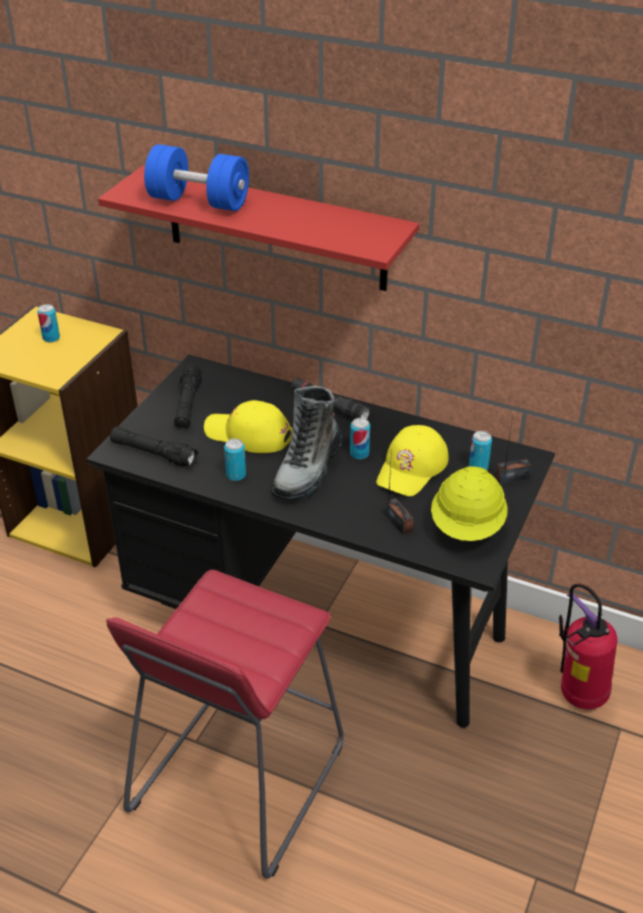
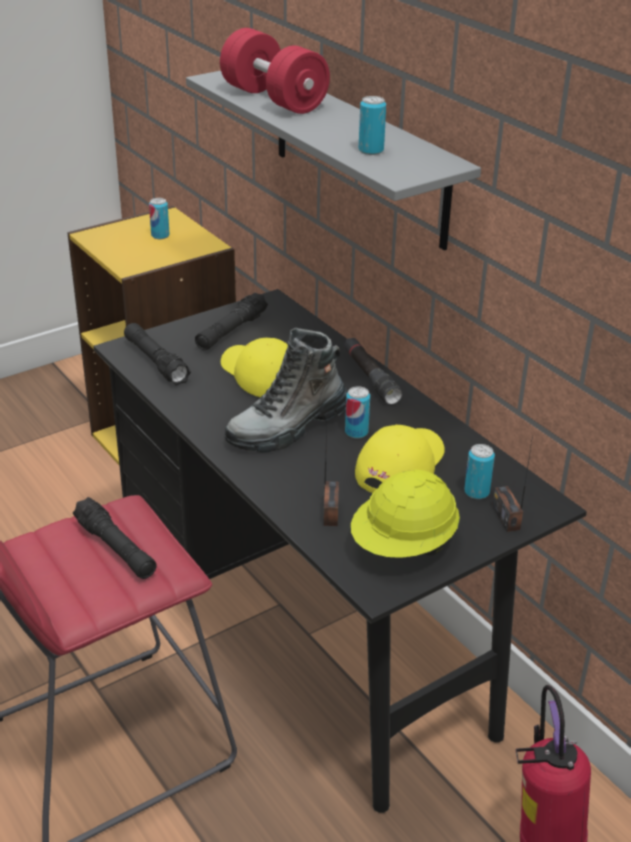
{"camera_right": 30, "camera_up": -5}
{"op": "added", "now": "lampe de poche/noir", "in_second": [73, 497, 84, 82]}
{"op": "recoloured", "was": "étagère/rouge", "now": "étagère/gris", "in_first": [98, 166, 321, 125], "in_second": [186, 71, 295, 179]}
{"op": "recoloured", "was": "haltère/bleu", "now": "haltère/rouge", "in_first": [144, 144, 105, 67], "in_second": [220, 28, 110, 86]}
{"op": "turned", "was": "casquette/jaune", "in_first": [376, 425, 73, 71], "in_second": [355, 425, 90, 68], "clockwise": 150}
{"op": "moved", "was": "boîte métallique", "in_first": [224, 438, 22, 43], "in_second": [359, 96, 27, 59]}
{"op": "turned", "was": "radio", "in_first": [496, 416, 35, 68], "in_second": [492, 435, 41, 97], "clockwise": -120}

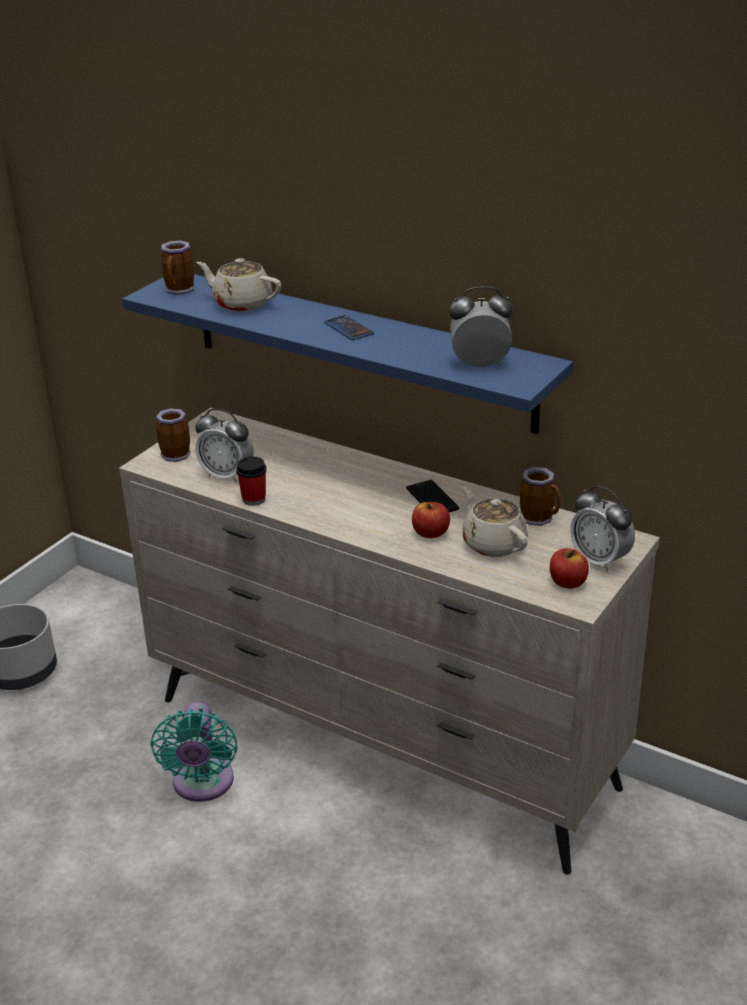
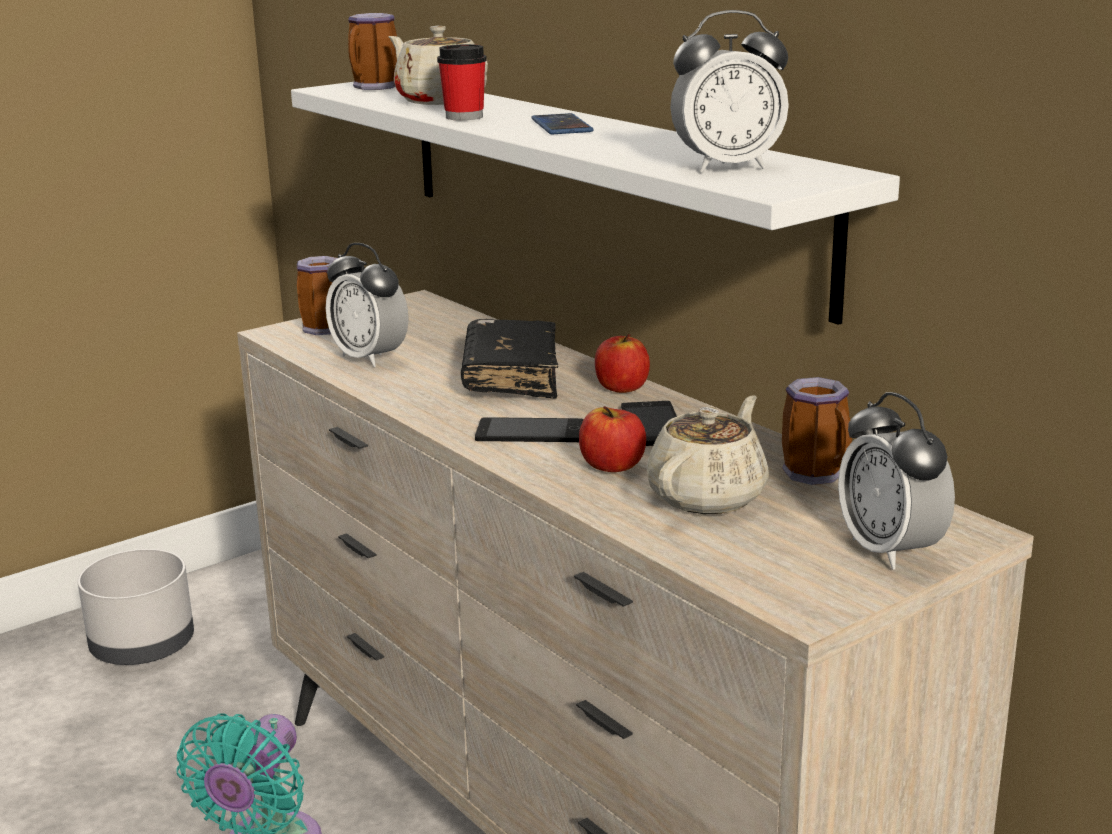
{"camera_right": 20, "camera_up": -10}
{"op": "recoloured", "was": "étagère/bleu", "now": "étagère/blanc", "in_first": [122, 274, 451, 160], "in_second": [291, 82, 609, 243]}
{"op": "moved", "was": "tasse", "in_first": [236, 456, 31, 50], "in_second": [437, 44, 50, 77]}
{"op": "added", "now": "livre/noir", "in_second": [461, 319, 97, 79]}
{"op": "added", "now": "téléphone", "in_second": [475, 417, 109, 25]}
{"op": "moved", "was": "pomme", "in_first": [550, 548, 39, 41], "in_second": [595, 334, 55, 59]}
{"op": "turned", "was": "théière/beige", "in_first": [462, 486, 66, 71], "in_second": [647, 395, 122, 119], "clockwise": 45}
{"op": "turned", "was": "réveil", "in_first": [449, 286, 64, 83], "in_second": [670, 10, 119, 163], "clockwise": 150}

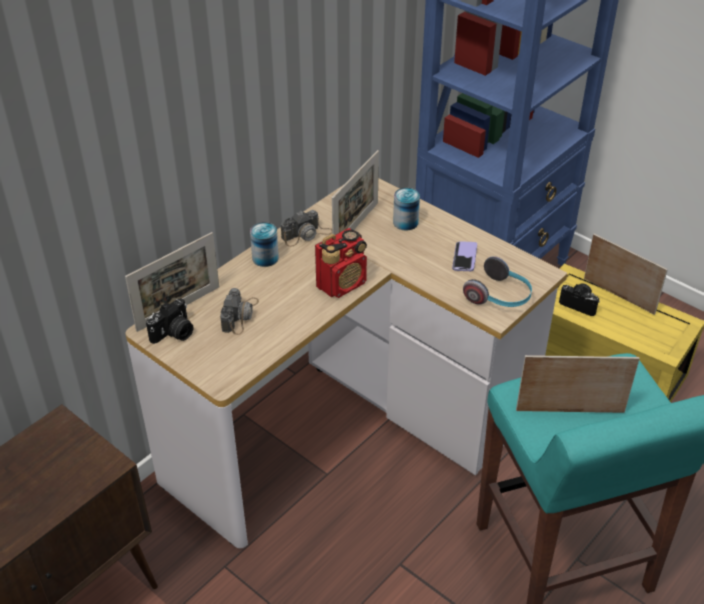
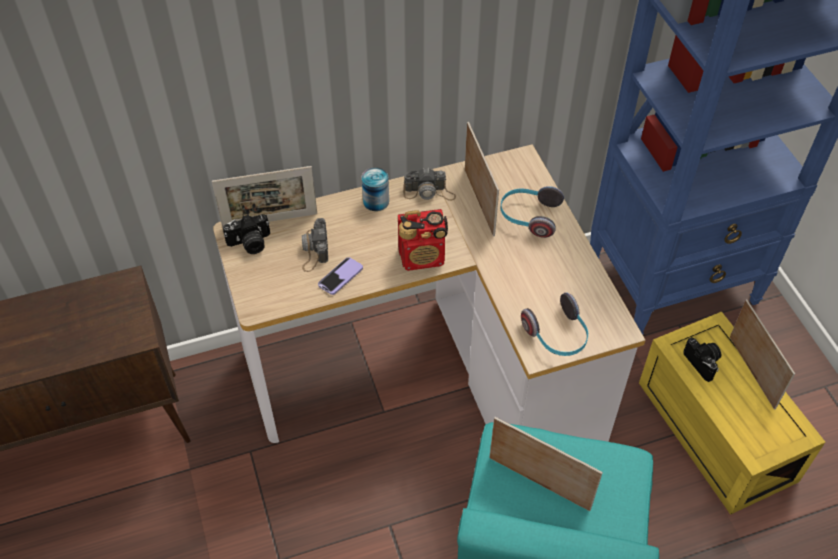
{"camera_right": 30, "camera_up": 10}
{"op": "turned", "was": "appareil photo", "in_first": [220, 288, 39, 47], "in_second": [302, 218, 26, 54], "clockwise": 135}
{"op": "moved", "was": "téléphone", "in_first": [452, 241, 25, 30], "in_second": [318, 257, 45, 38]}
{"op": "turned", "was": "cadre photo", "in_first": [332, 150, 47, 85], "in_second": [465, 122, 34, 115], "clockwise": -75}
{"op": "replaced", "was": "boîte métallique", "now": "casque audio", "in_first": [393, 188, 27, 43], "in_second": [500, 186, 64, 52]}

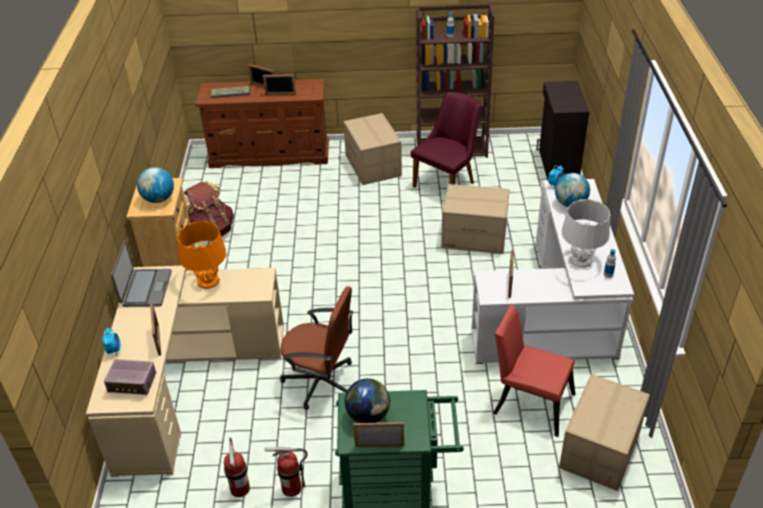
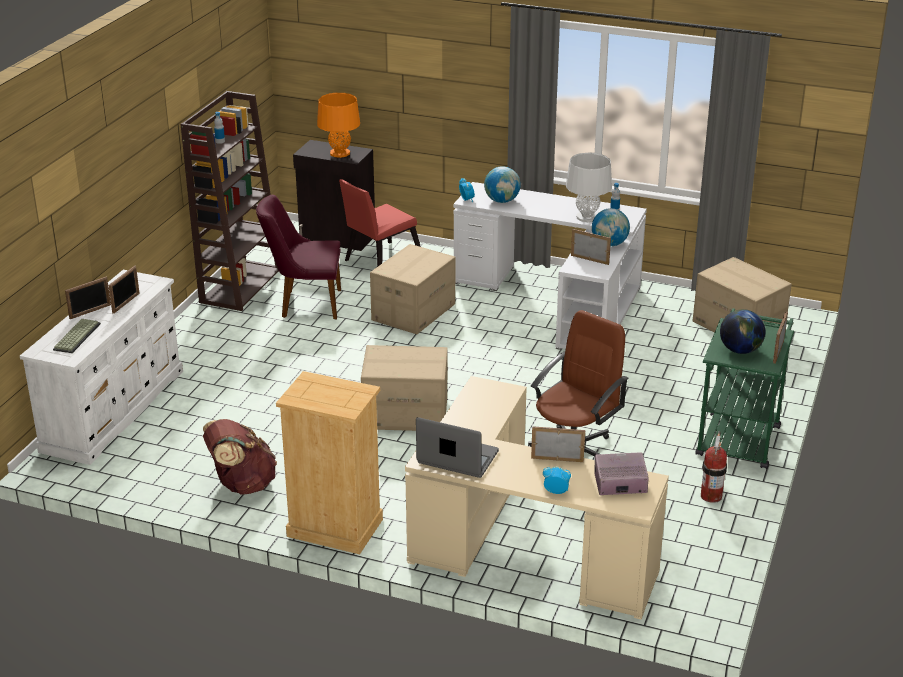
{"camera_right": -70, "camera_up": -10}
{"op": "recoloured", "was": "commode/marron", "now": "commode/blanc", "in_first": [195, 79, 134, 89], "in_second": [20, 270, 163, 195]}
{"op": "turned", "was": "chaise/violet", "in_first": [411, 92, 71, 96], "in_second": [256, 195, 85, 124], "clockwise": -60}
{"op": "moved", "was": "lampe de table/orange", "in_first": [177, 221, 49, 68], "in_second": [317, 93, 43, 65]}
{"op": "moved", "was": "chaise/rouge", "in_first": [493, 304, 82, 133], "in_second": [339, 179, 82, 88]}
{"op": "moved", "was": "carton", "in_first": [344, 113, 58, 72], "in_second": [361, 345, 87, 86]}
{"op": "moved", "was": "globe", "in_first": [137, 167, 37, 36], "in_second": [592, 208, 38, 38]}
{"op": "turned", "was": "radio", "in_first": [104, 359, 52, 36], "in_second": [594, 452, 55, 43], "clockwise": -120}
{"op": "removed", "was": "extincteur", "in_first": [224, 437, 26, 60]}

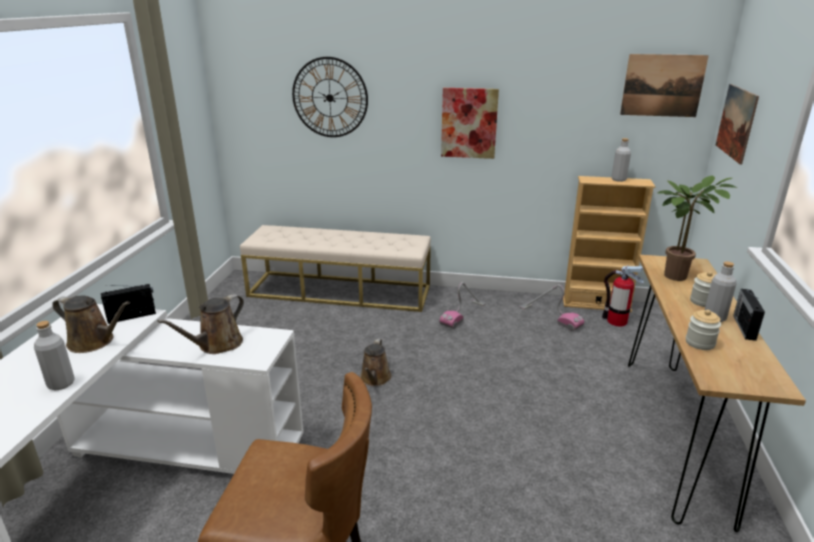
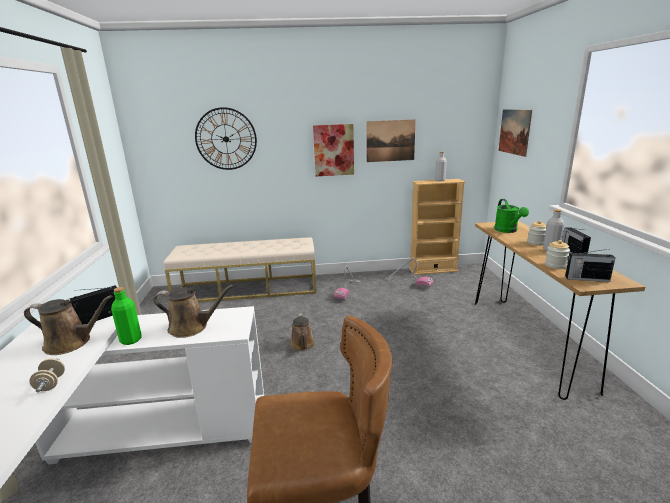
{"camera_right": -15, "camera_up": -5}
{"op": "replaced", "was": "bouteille/gris", "now": "haltère/beige", "in_first": [34, 321, 41, 70], "in_second": [30, 358, 35, 34]}
{"op": "added", "now": "bouteille/vert", "in_second": [111, 287, 31, 58]}
{"op": "turned", "was": "arrosoir/marron", "in_first": [157, 294, 87, 60], "in_second": [153, 285, 81, 53], "clockwise": -105}
{"op": "moved", "was": "tableau", "in_first": [620, 54, 89, 63], "in_second": [366, 119, 50, 43]}
{"op": "replaced", "was": "plante en pot", "now": "arrosoir/vert", "in_first": [658, 176, 80, 105], "in_second": [494, 199, 35, 34]}
{"op": "added", "now": "radio", "in_second": [565, 249, 50, 33]}
{"op": "removed", "was": "extincteur", "in_first": [602, 265, 42, 62]}

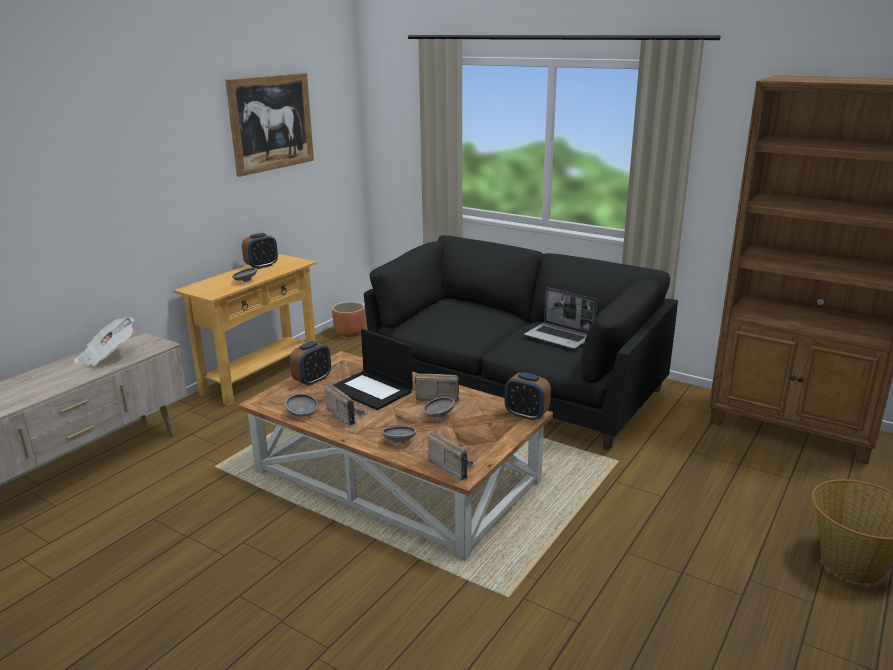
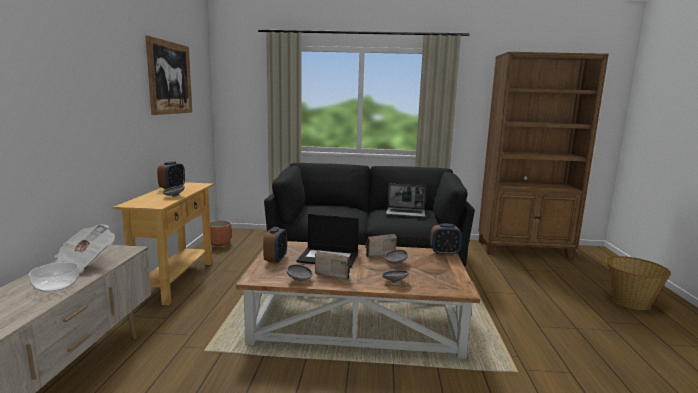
{"camera_right": -30, "camera_up": -10}
{"op": "added", "now": "bol", "in_second": [29, 262, 50, 30]}
{"op": "removed", "was": "radio", "in_first": [427, 431, 50, 50]}

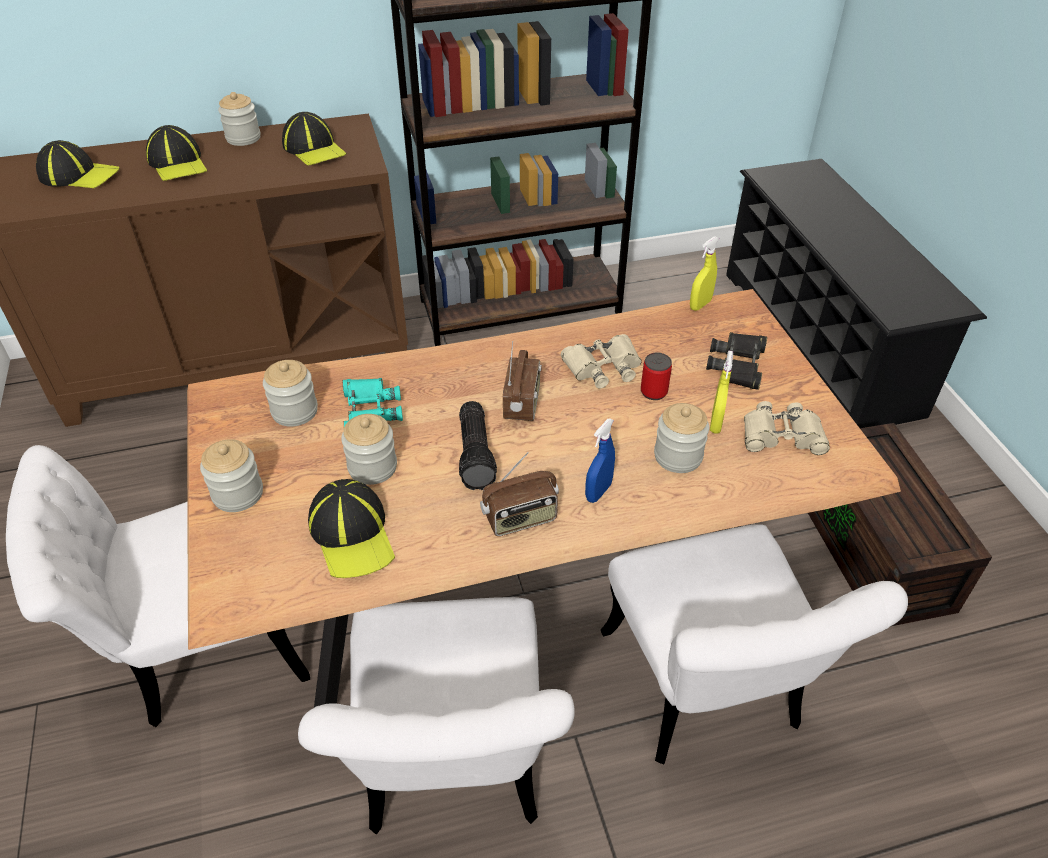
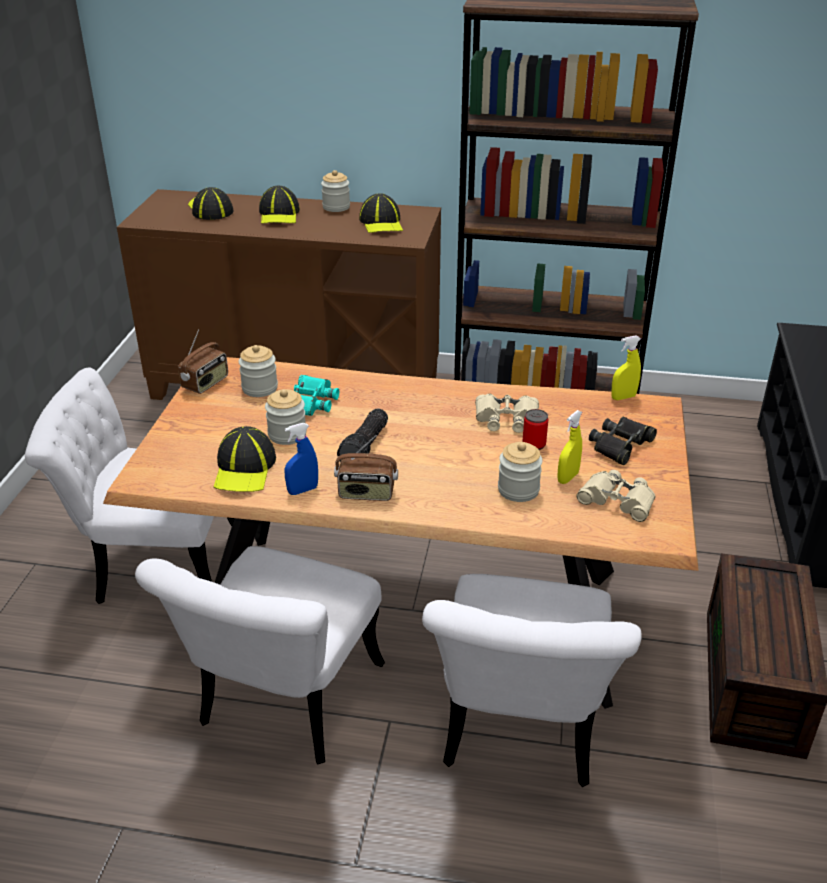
{"camera_right": 25, "camera_up": -10}
{"op": "moved", "was": "radio", "in_first": [503, 341, 39, 80], "in_second": [178, 330, 50, 64]}
{"op": "turned", "was": "casquette", "in_first": [36, 140, 84, 48], "in_second": [188, 187, 45, 33], "clockwise": -150}
{"op": "moved", "was": "vaporisateur/bleu", "in_first": [585, 418, 30, 85], "in_second": [284, 423, 34, 72]}
{"op": "removed", "was": "bocal", "in_first": [200, 439, 63, 73]}

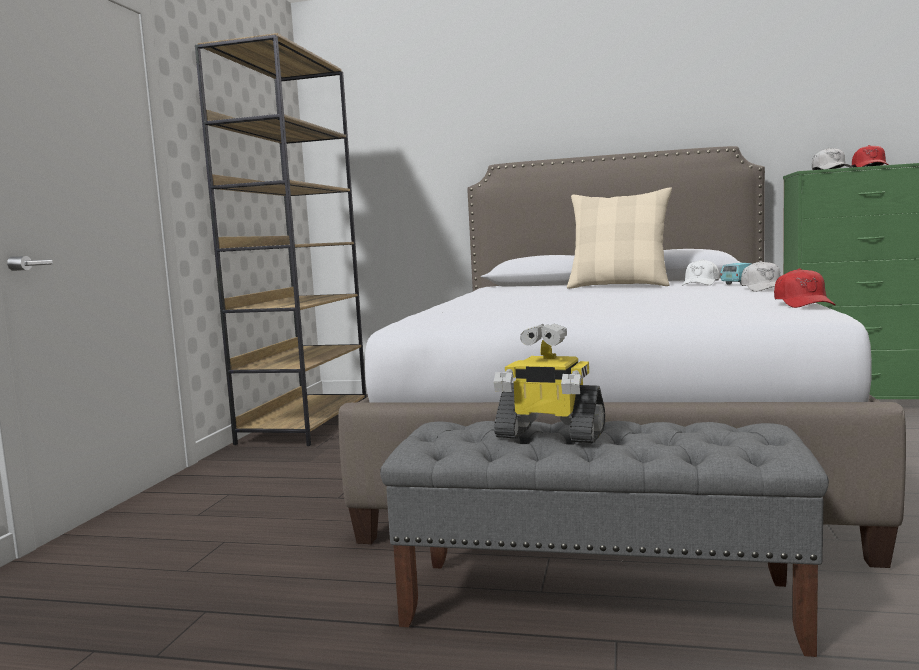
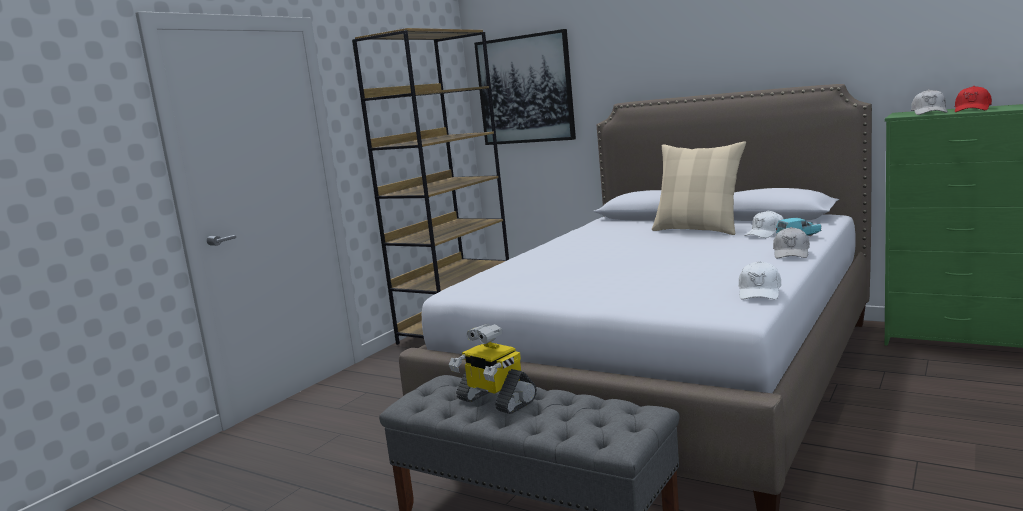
{"camera_right": 20, "camera_up": 5}
{"op": "added", "now": "tableau", "in_second": [474, 29, 102, 116]}
{"op": "recoloured", "was": "casquette/rouge", "now": "casquette/blanc", "in_first": [774, 268, 62, 40], "in_second": [738, 261, 43, 39]}

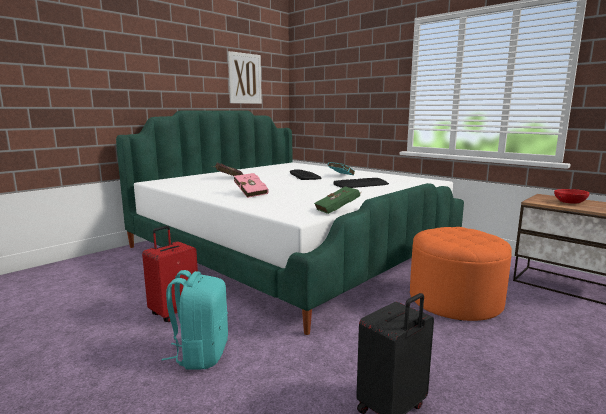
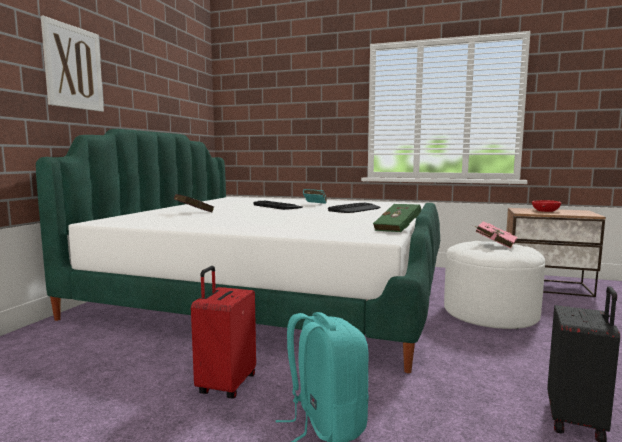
{"camera_right": -25, "camera_up": -5}
{"op": "moved", "was": "tableau", "in_first": [228, 51, 34, 53], "in_second": [41, 16, 63, 96]}
{"op": "recoloured", "was": "pouf/orange", "now": "pouf/blanc", "in_first": [410, 227, 102, 94], "in_second": [444, 241, 101, 88]}
{"op": "moved", "was": "livre/rose", "in_first": [234, 173, 35, 25], "in_second": [473, 221, 44, 28]}

